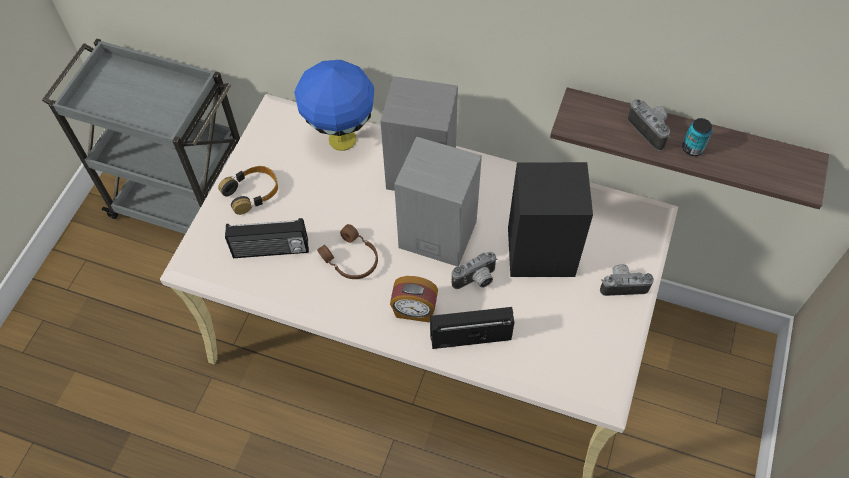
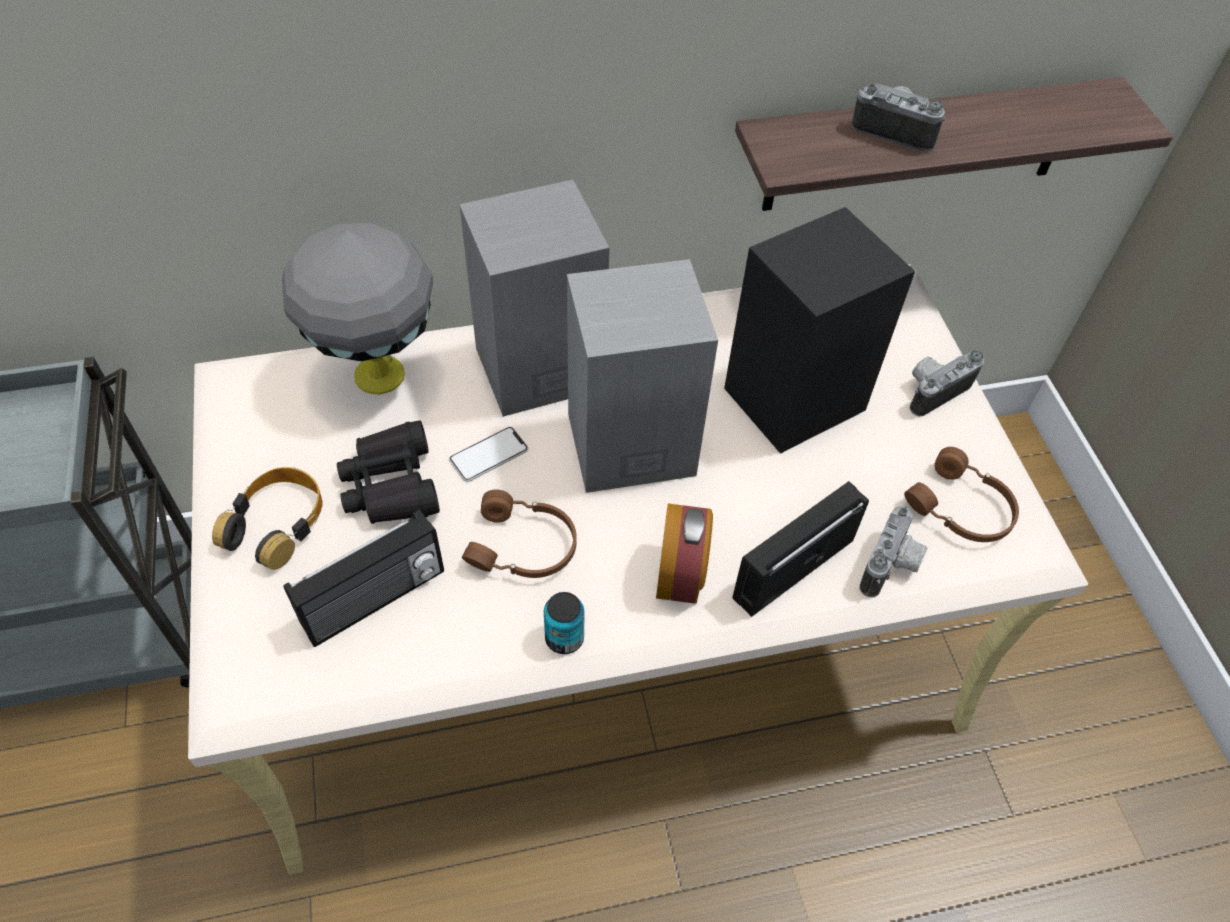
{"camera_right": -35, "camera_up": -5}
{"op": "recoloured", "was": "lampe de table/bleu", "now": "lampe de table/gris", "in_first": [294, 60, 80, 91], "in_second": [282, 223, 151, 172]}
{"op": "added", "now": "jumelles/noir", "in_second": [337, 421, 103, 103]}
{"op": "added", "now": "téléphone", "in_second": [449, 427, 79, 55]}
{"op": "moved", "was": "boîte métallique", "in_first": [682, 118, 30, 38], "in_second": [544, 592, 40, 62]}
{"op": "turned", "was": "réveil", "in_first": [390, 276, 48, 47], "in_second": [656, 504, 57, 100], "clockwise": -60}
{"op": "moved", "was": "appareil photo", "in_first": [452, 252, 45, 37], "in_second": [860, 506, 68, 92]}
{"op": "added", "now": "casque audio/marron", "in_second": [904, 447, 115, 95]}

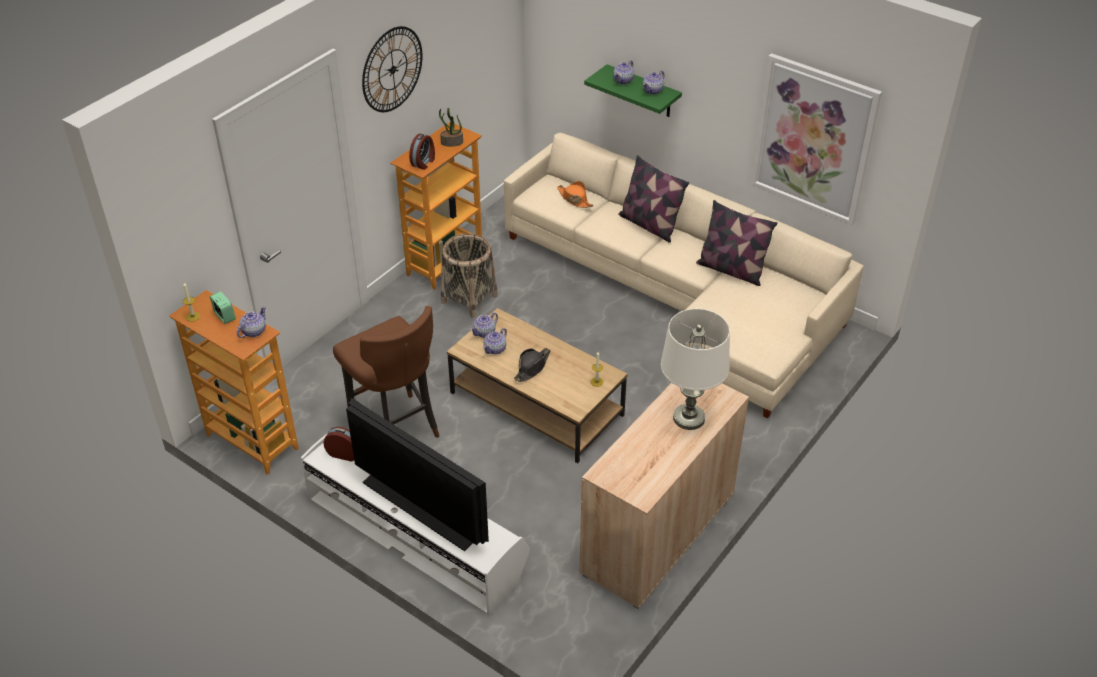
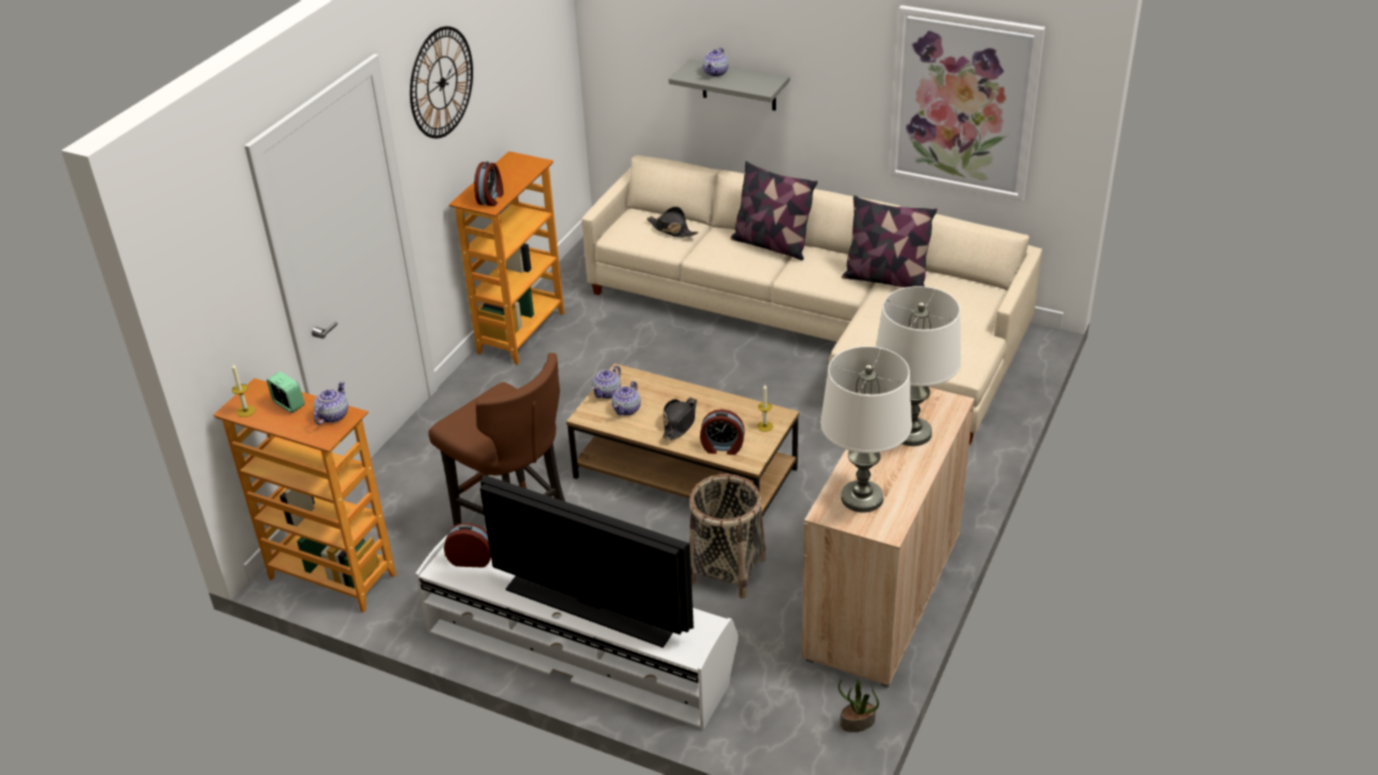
{"camera_right": -10, "camera_up": -5}
{"op": "recoloured", "was": "chapeau/orange", "now": "chapeau/noir", "in_first": [557, 181, 37, 27], "in_second": [647, 207, 52, 31]}
{"op": "recoloured", "was": "étagère/vert", "now": "étagère/gris", "in_first": [584, 64, 98, 53], "in_second": [669, 59, 121, 52]}
{"op": "moved", "was": "panier", "in_first": [441, 233, 57, 85], "in_second": [689, 474, 77, 125]}
{"op": "added", "now": "réveil", "in_second": [700, 409, 45, 46]}
{"op": "added", "now": "lampe de table/blanc", "in_second": [820, 346, 92, 167]}
{"op": "moved", "was": "plante en pot", "in_first": [439, 108, 24, 39], "in_second": [838, 679, 41, 53]}
{"op": "removed", "was": "théière", "in_first": [643, 71, 21, 24]}

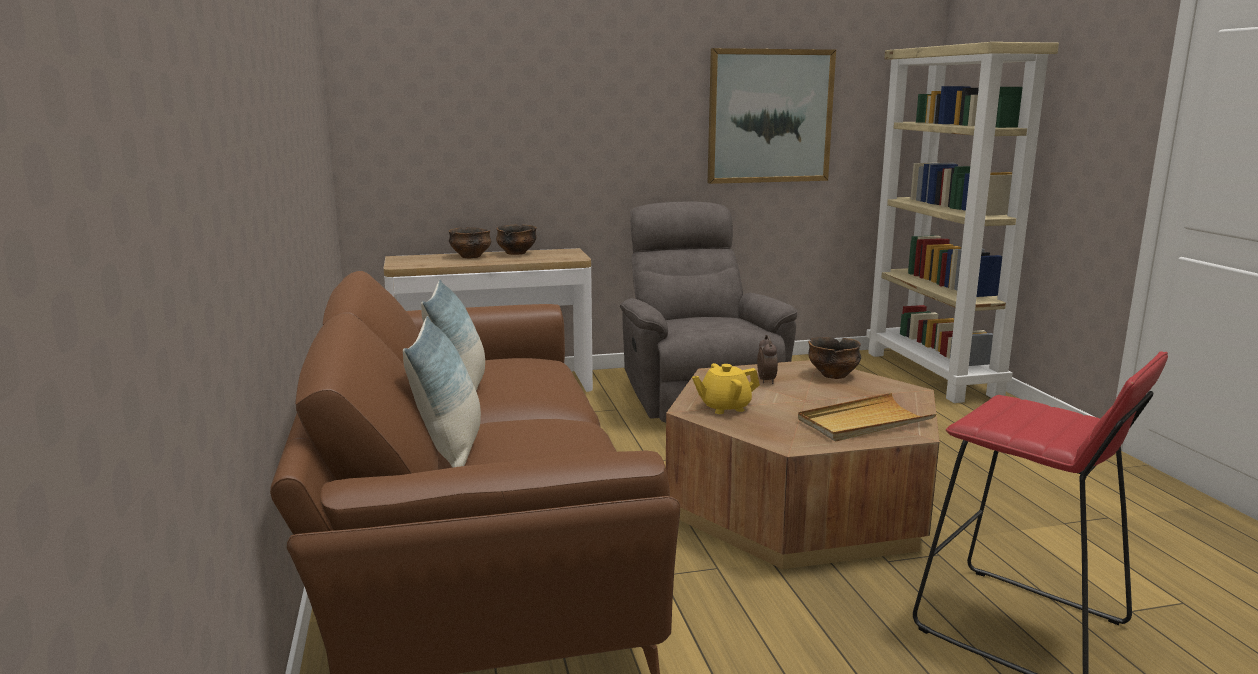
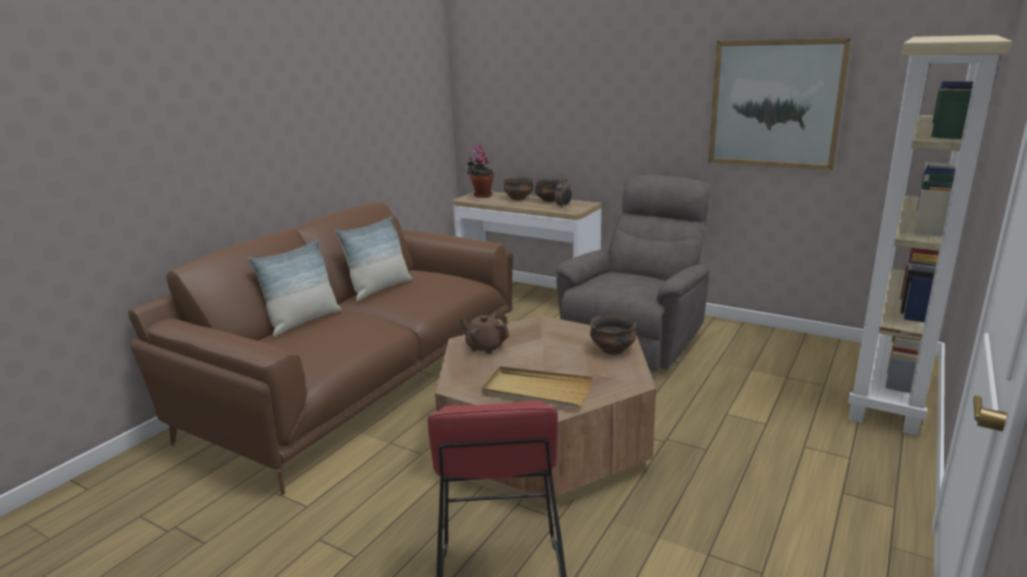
{"camera_right": 45, "camera_up": 5}
{"op": "recoloured", "was": "théière/jaune", "now": "théière/marron", "in_first": [692, 363, 68, 51], "in_second": [459, 313, 51, 41]}
{"op": "added", "now": "plante en pot", "in_second": [467, 145, 27, 53]}
{"op": "moved", "was": "réveil", "in_first": [757, 335, 21, 49], "in_second": [554, 179, 18, 29]}

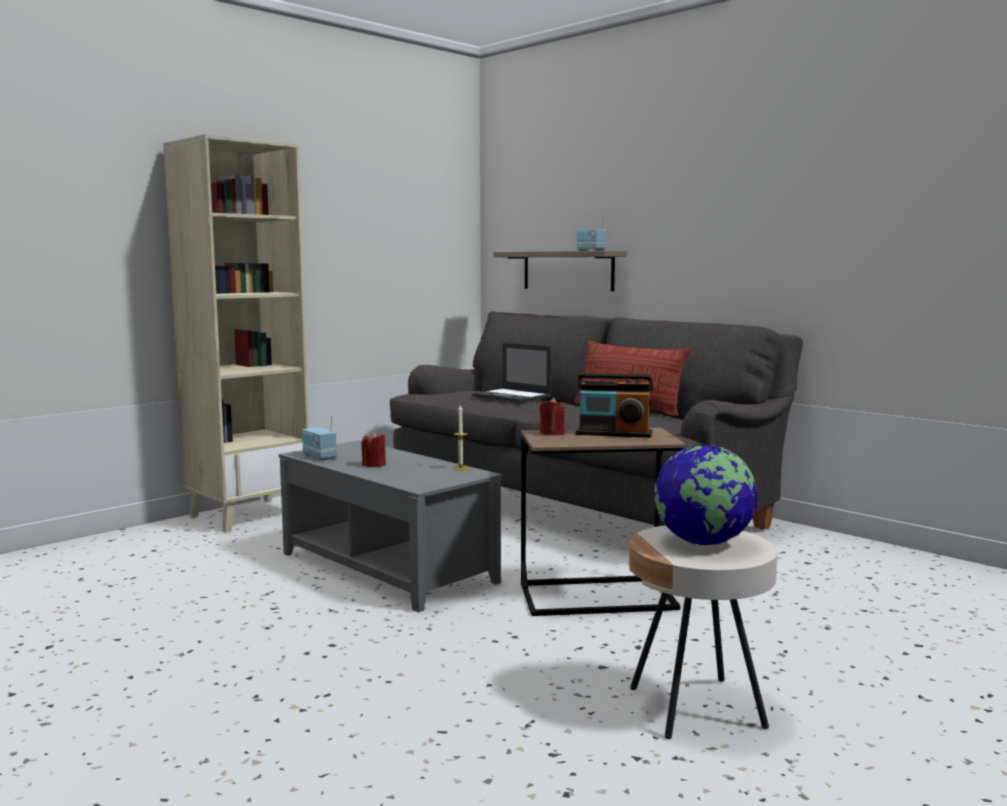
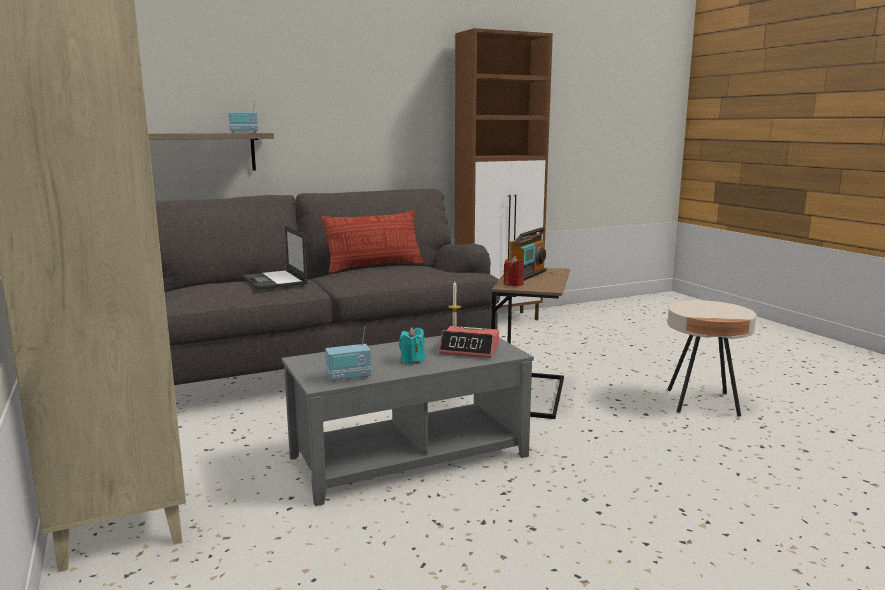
{"camera_right": -70, "camera_up": 5}
{"op": "turned", "was": "ordinateur portable", "in_first": [472, 343, 79, 60], "in_second": [243, 226, 65, 64], "clockwise": 90}
{"op": "recoloured", "was": "bougie/rouge", "now": "bougie/turquoise", "in_first": [362, 432, 24, 35], "in_second": [399, 327, 26, 37]}
{"op": "added", "now": "réveil", "in_second": [439, 326, 60, 32]}
{"op": "added", "now": "meuble de rangement/marron", "in_second": [455, 28, 98, 292]}
{"op": "removed", "was": "globe", "in_first": [654, 444, 104, 101]}

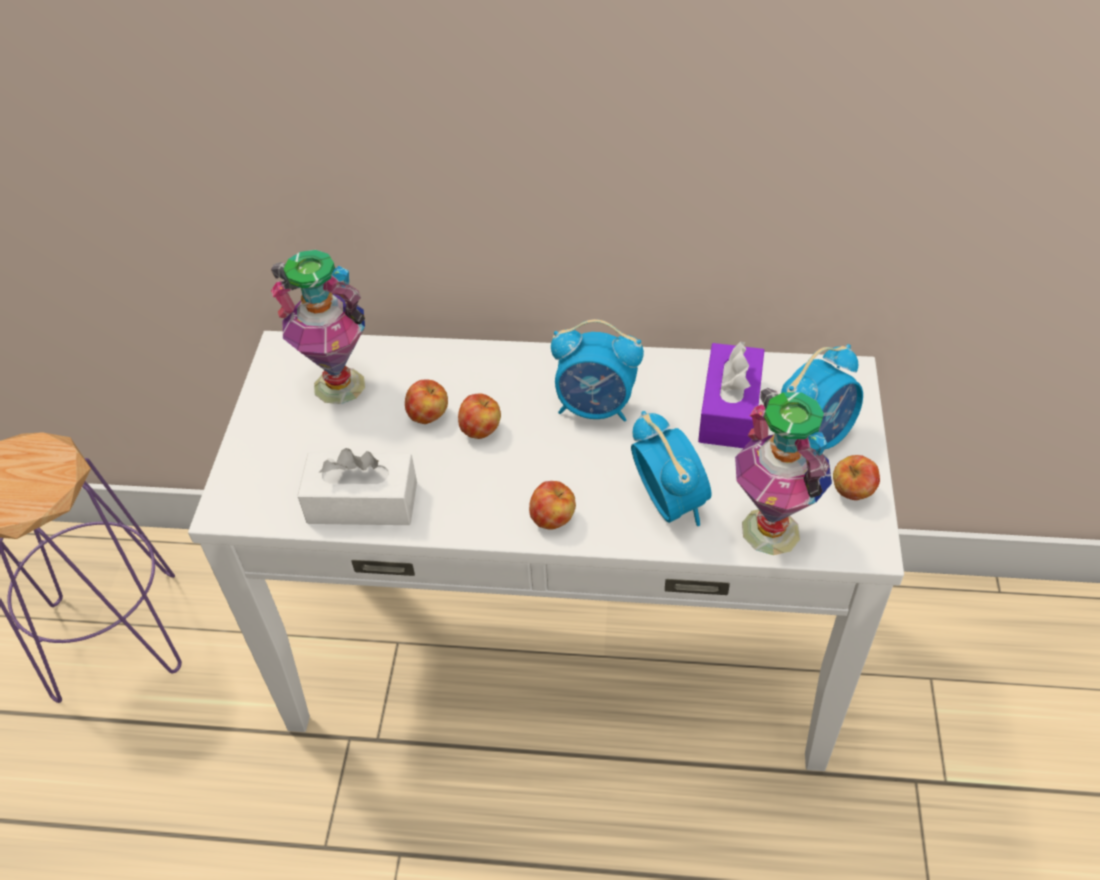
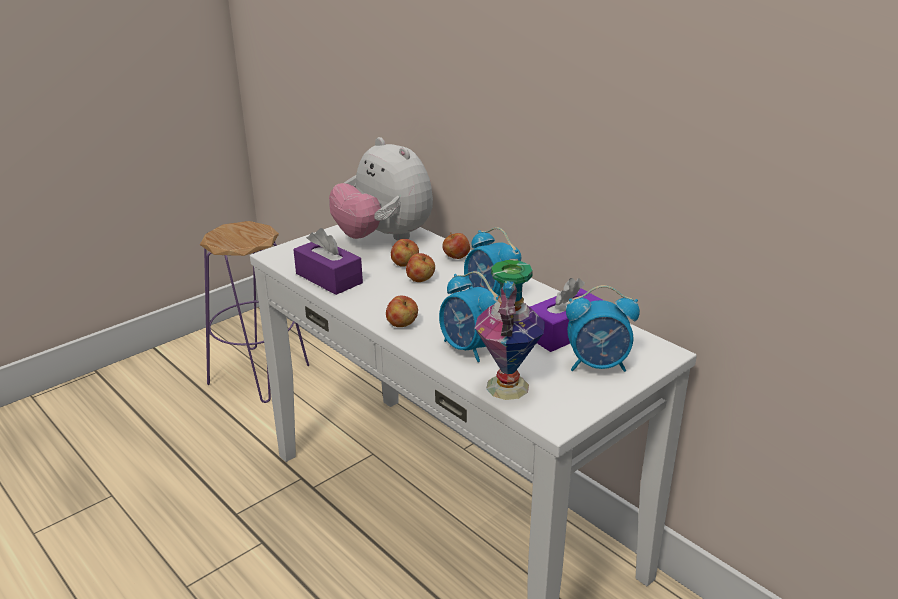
{"camera_right": 40, "camera_up": -20}
{"op": "recoloured", "was": "boîte à mouchoirs/blanc", "now": "boîte à mouchoirs/violet", "in_first": [297, 448, 120, 77], "in_second": [293, 228, 70, 67]}
{"op": "replaced", "was": "vase", "now": "peluche", "in_first": [271, 250, 94, 154], "in_second": [329, 137, 104, 104]}
{"op": "turned", "was": "réveil", "in_first": [631, 411, 81, 115], "in_second": [439, 271, 60, 91], "clockwise": 120}
{"op": "moved", "was": "pomme", "in_first": [833, 455, 47, 45], "in_second": [443, 232, 27, 27]}

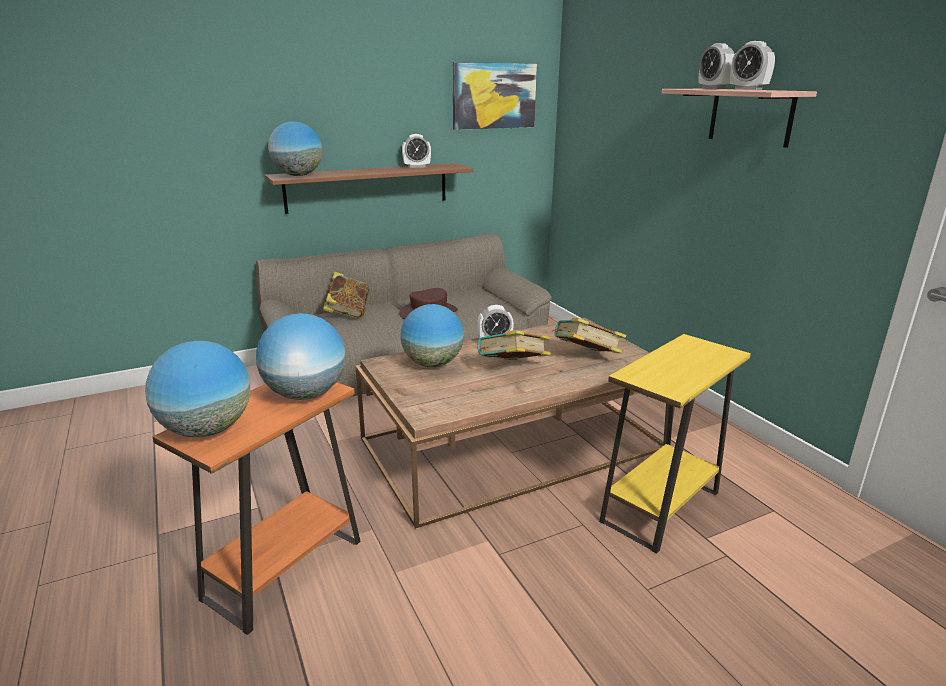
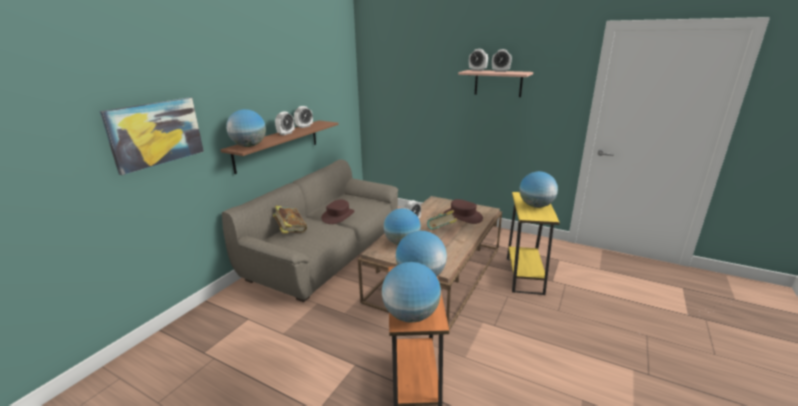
{"camera_right": -35, "camera_up": 0}
{"op": "moved", "was": "tableau", "in_first": [453, 62, 84, 68], "in_second": [99, 97, 105, 78]}
{"op": "added", "now": "réveil", "in_second": [275, 112, 19, 23]}
{"op": "replaced", "was": "livre", "now": "chapeau/marron", "in_first": [552, 318, 74, 35], "in_second": [443, 199, 40, 25]}
{"op": "added", "now": "globe", "in_second": [519, 171, 39, 37]}

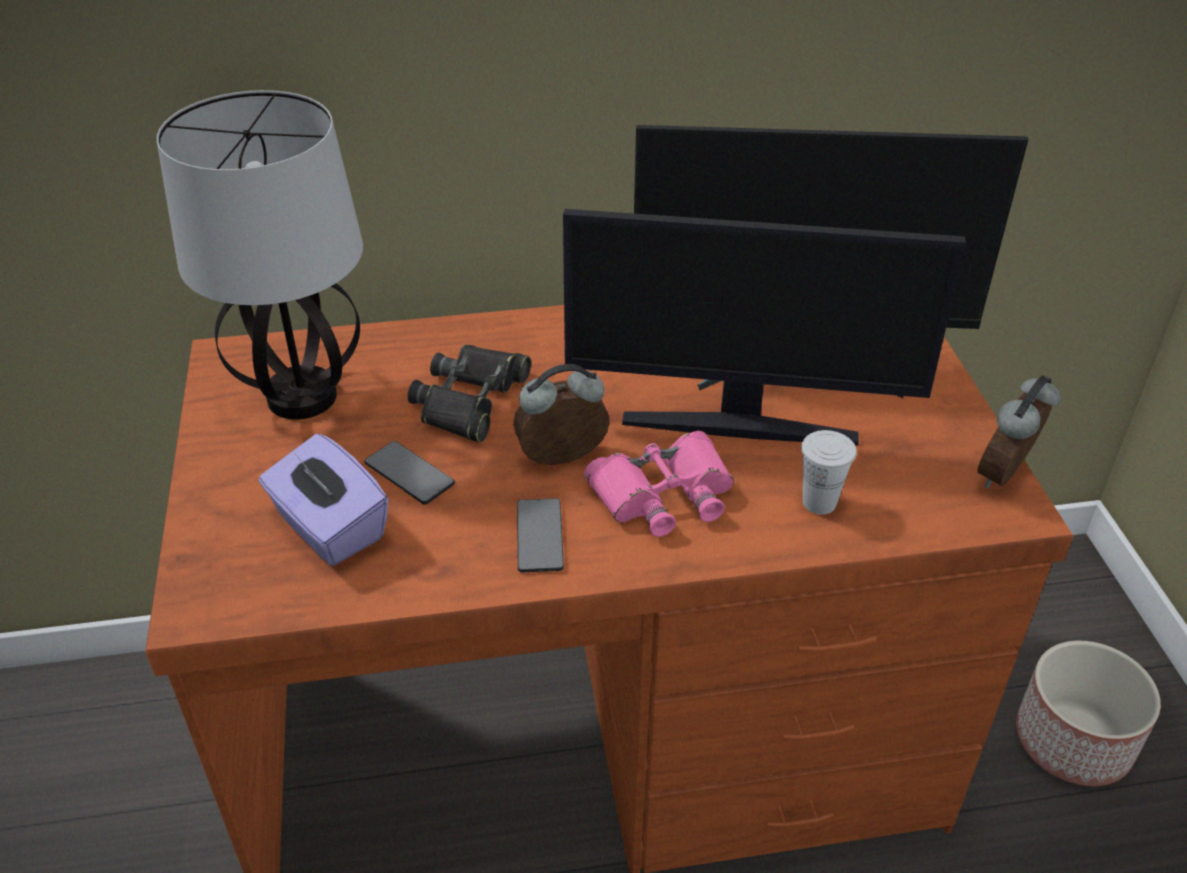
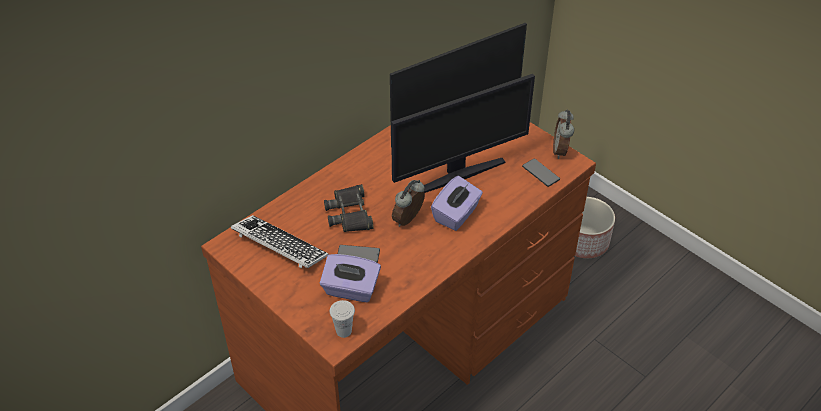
{"camera_right": -35, "camera_up": 5}
{"op": "replaced", "was": "lampe de table", "now": "clavier", "in_first": [157, 90, 206, 330], "in_second": [231, 215, 97, 53]}
{"op": "moved", "was": "tasse/blanc", "in_first": [801, 430, 56, 85], "in_second": [330, 300, 25, 38]}
{"op": "replaced", "was": "jumelles/rose", "now": "boîte à mouchoirs/violet", "in_first": [584, 431, 150, 106], "in_second": [431, 176, 52, 55]}
{"op": "moved", "was": "téléphone", "in_first": [517, 498, 47, 74], "in_second": [522, 158, 38, 29]}

